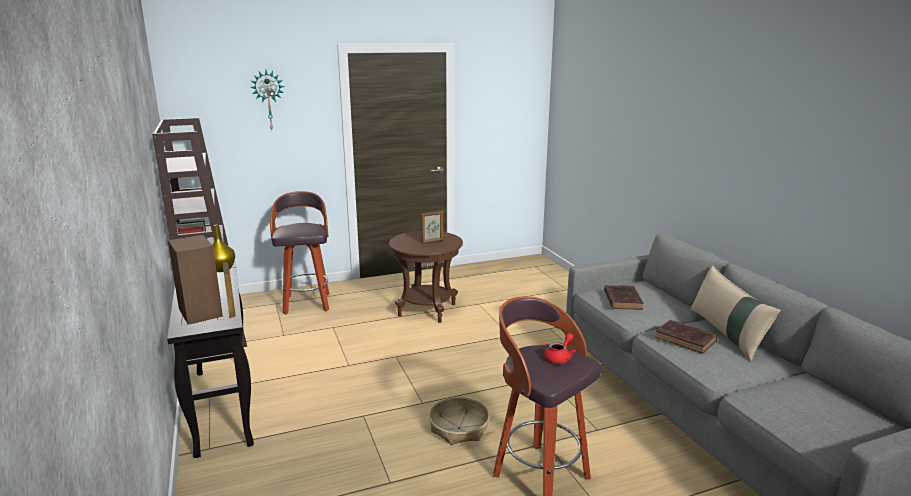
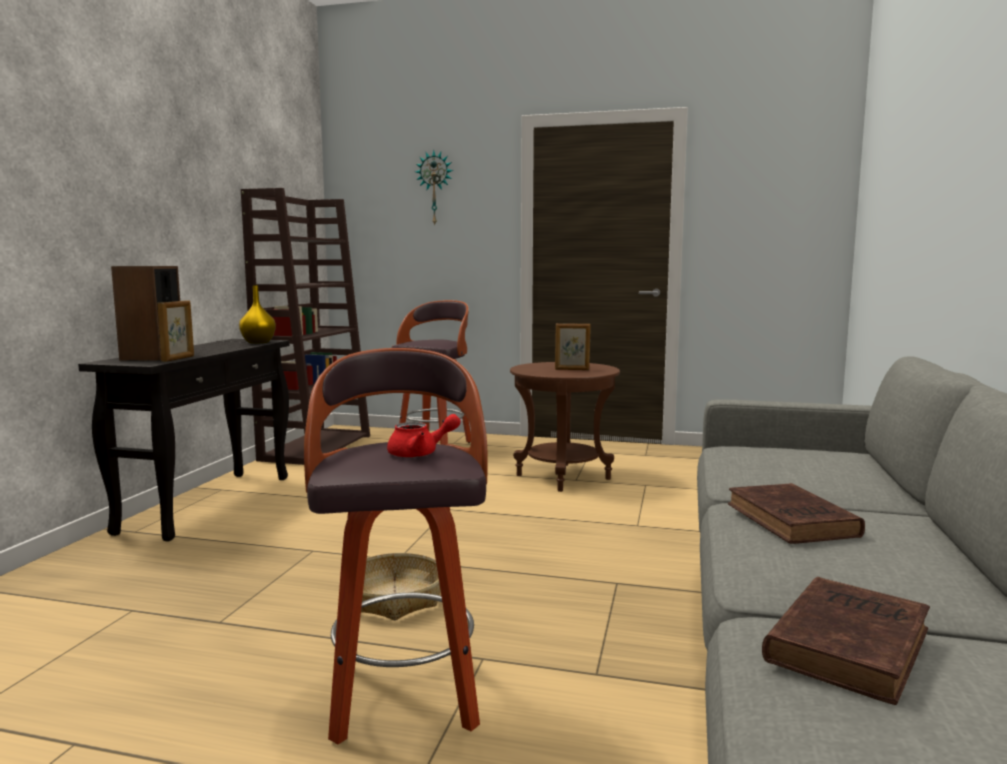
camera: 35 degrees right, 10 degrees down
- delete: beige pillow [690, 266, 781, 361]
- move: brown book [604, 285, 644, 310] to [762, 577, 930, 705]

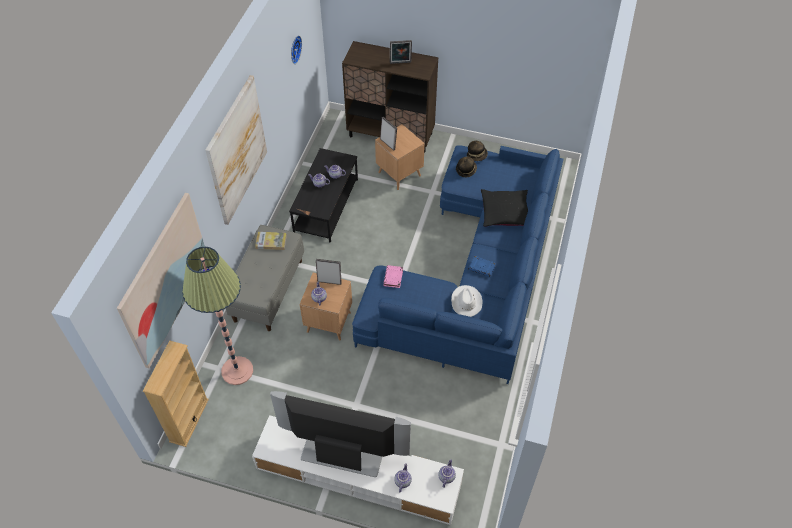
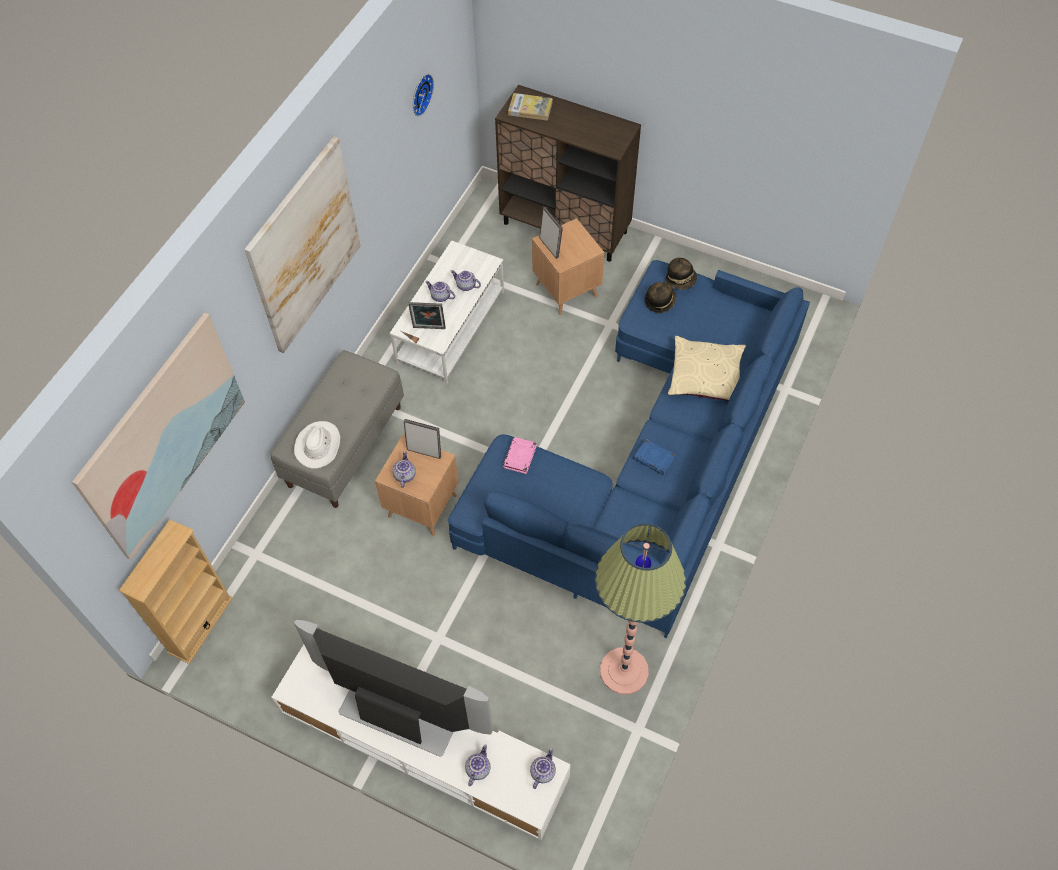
camera: 10 degrees right, 5 degrees up
- move: floor lamp [182, 247, 253, 385] to [595, 523, 686, 694]
- move: book [255, 232, 287, 250] to [508, 93, 553, 121]
- move: picture frame [390, 40, 412, 64] to [408, 302, 446, 329]
- move: white hat [451, 285, 482, 317] to [294, 421, 340, 469]
- recolor: black coffee table [289, 148, 358, 243] to white coffee table [389, 240, 504, 384]
- recolor: black pillow [481, 189, 528, 227] to beige pillow [668, 336, 746, 401]

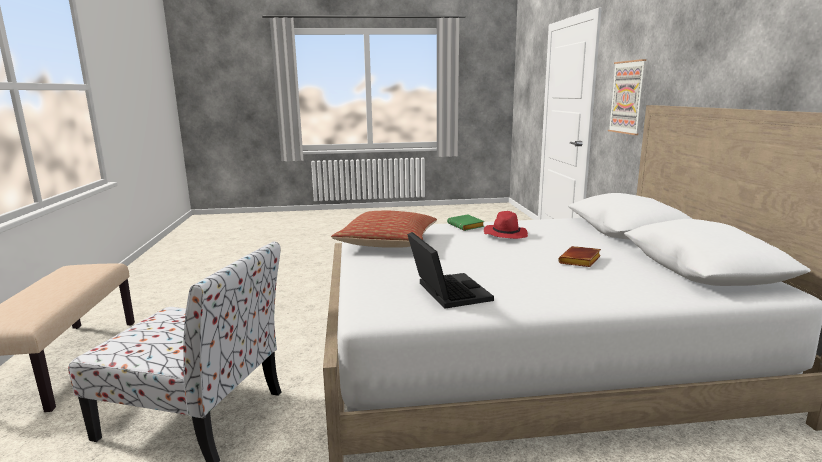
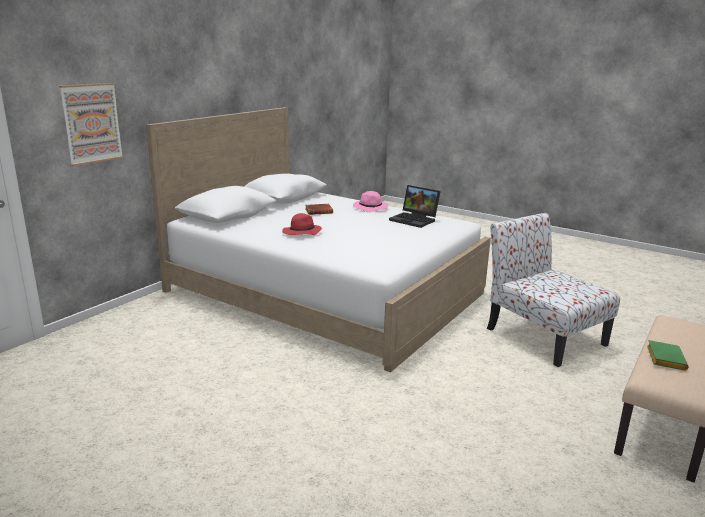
camera: 140 degrees left, 5 degrees up
- delete: pillow [331, 211, 437, 248]
- insert: pink hat [353, 191, 388, 212]
- move: green book [447, 214, 484, 231] to [647, 340, 689, 371]
- rotate: laptop [407, 232, 494, 309] = [389, 185, 441, 228] 75 degrees counterclockwise

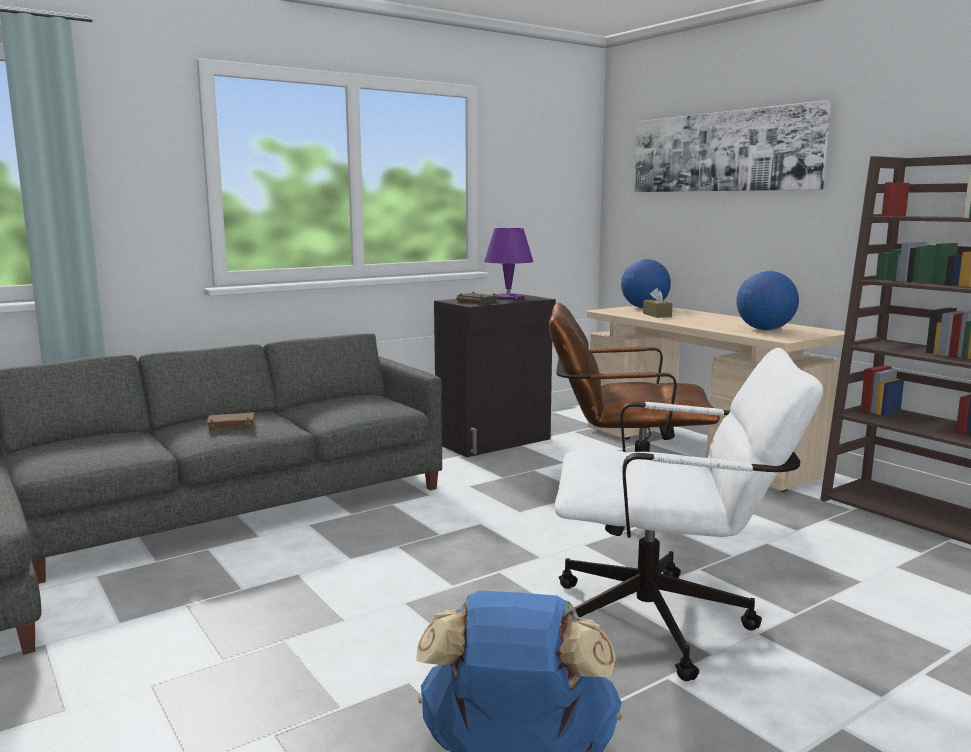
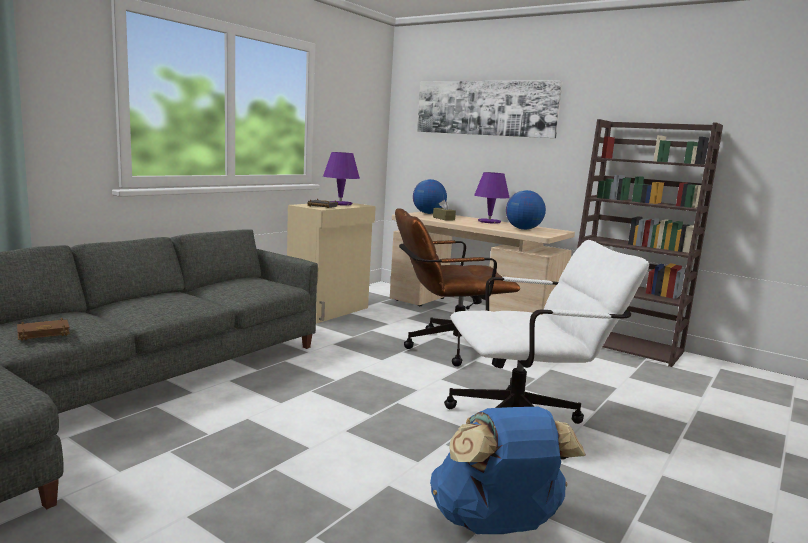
camera: 20 degrees left, 0 degrees up
- insert: purple table lamp [474, 172, 510, 224]
- move: brown book [207, 411, 254, 431] to [17, 318, 70, 341]
- recolor: black cabinet [434, 294, 556, 457] to beige cabinet [287, 203, 376, 323]

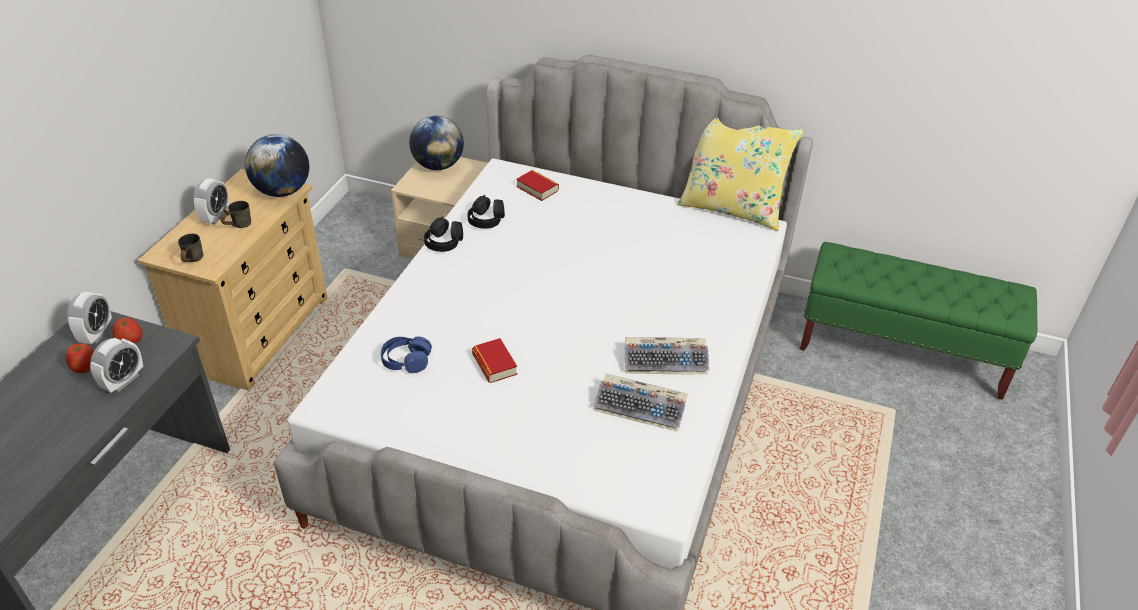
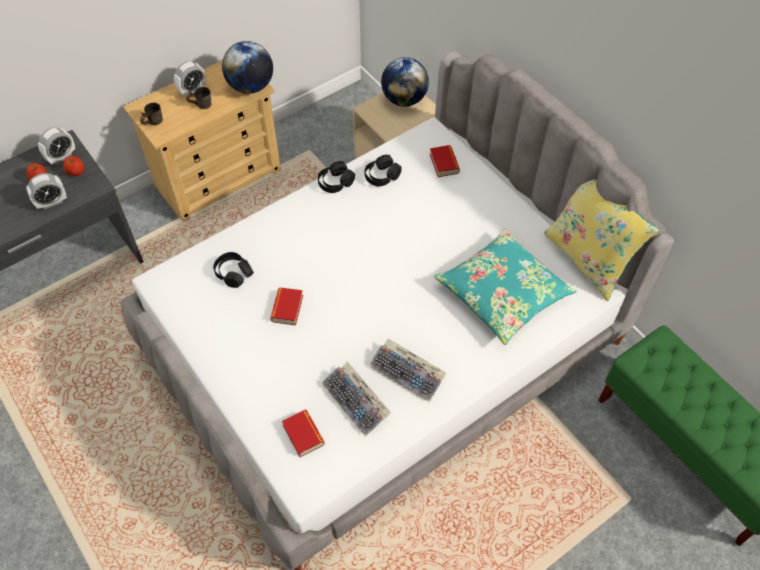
camera: 35 degrees right, 15 degrees up
- insert: book [282, 410, 325, 457]
- insert: turquoise pillow [434, 228, 577, 345]
- recolor: blue headphones [381, 336, 432, 373] to black headphones [213, 252, 254, 288]

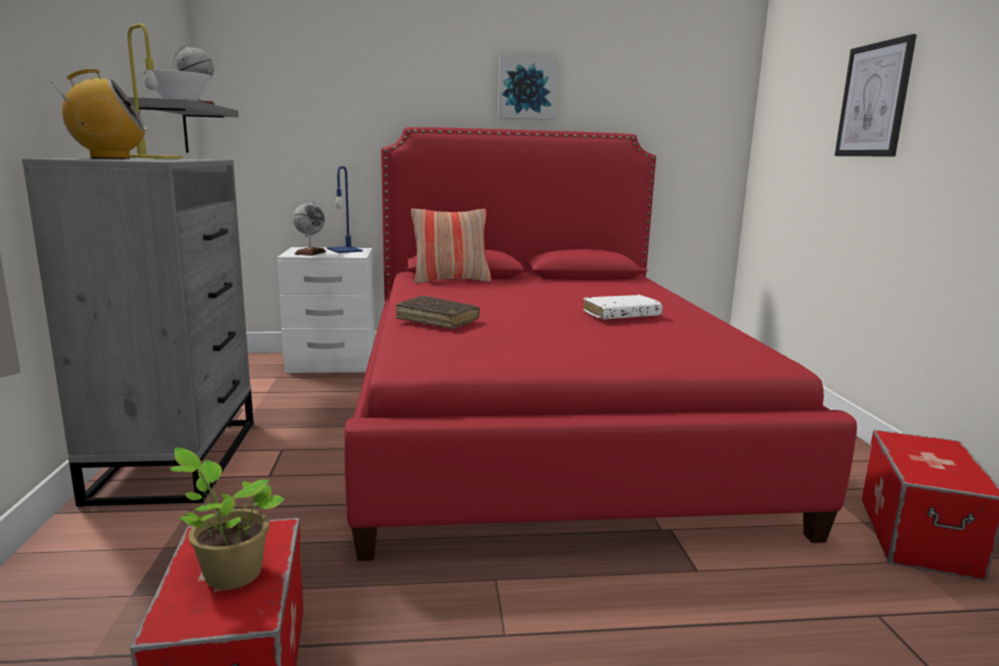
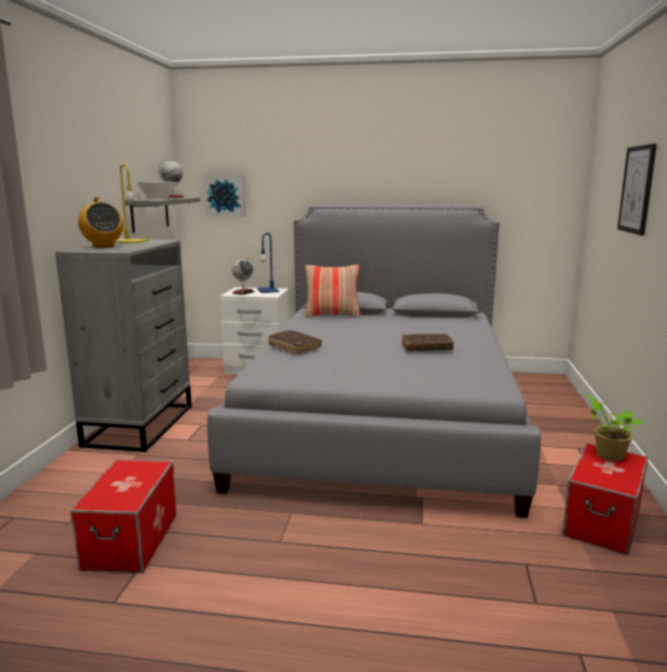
camera: 15 degrees right, 0 degrees up
- move: potted plant [170, 448, 285, 590] to [585, 394, 643, 461]
- move: picture [498, 57, 557, 120] to [204, 175, 246, 216]
- recolor: red bed [344, 127, 857, 561] to grey bed [207, 204, 541, 518]
- recolor: white book [583, 295, 663, 320] to brown book [402, 334, 454, 351]
- rotate: radio [51, 69, 147, 159] = [78, 197, 124, 248] 60 degrees clockwise

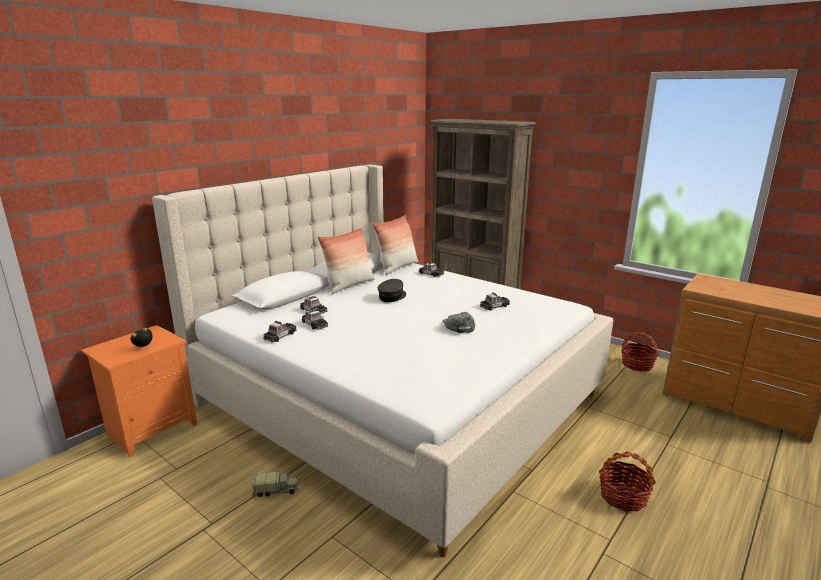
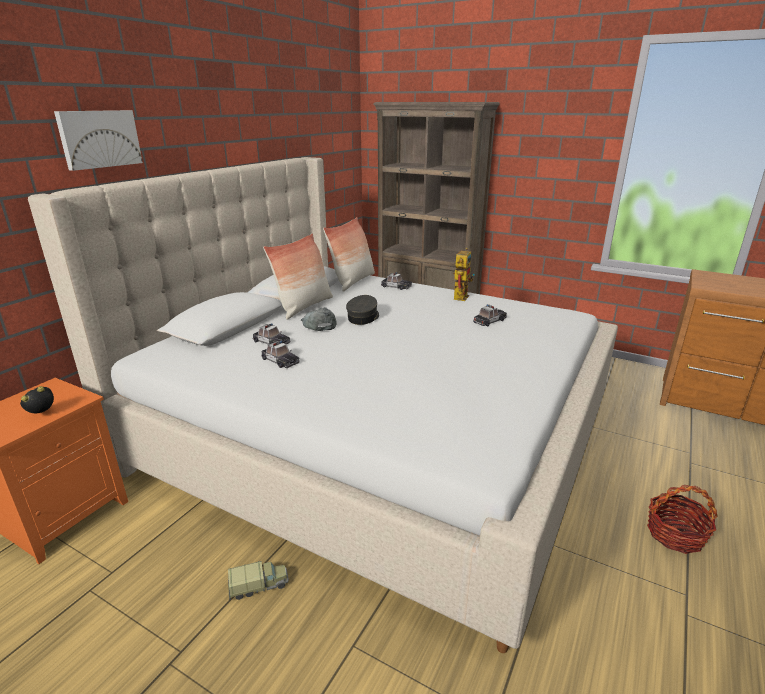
camera: 10 degrees left, 5 degrees up
- delete: toy car [263, 321, 297, 342]
- delete: basket [621, 332, 659, 372]
- insert: picture [54, 110, 143, 171]
- insert: toy robot [453, 248, 475, 301]
- move: grey cap [442, 312, 475, 333] to [301, 307, 337, 331]

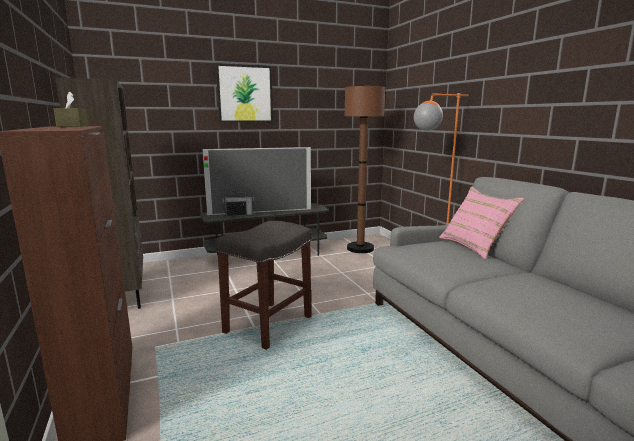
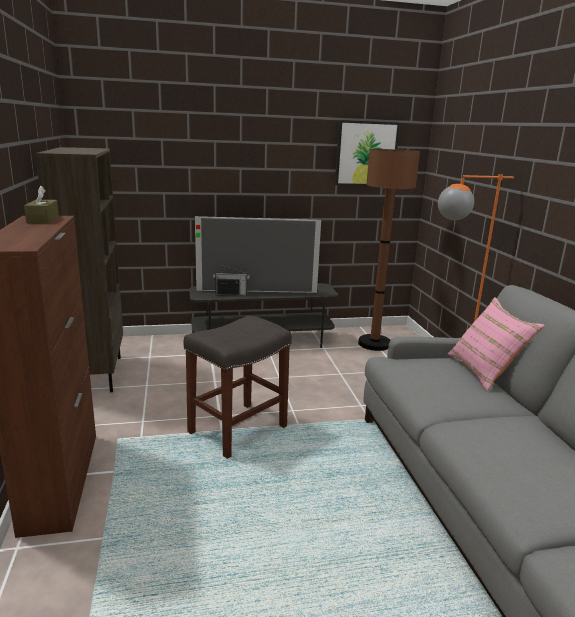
camera: 10 degrees right, 5 degrees up
- move: picture [216, 64, 273, 122] to [335, 120, 400, 186]

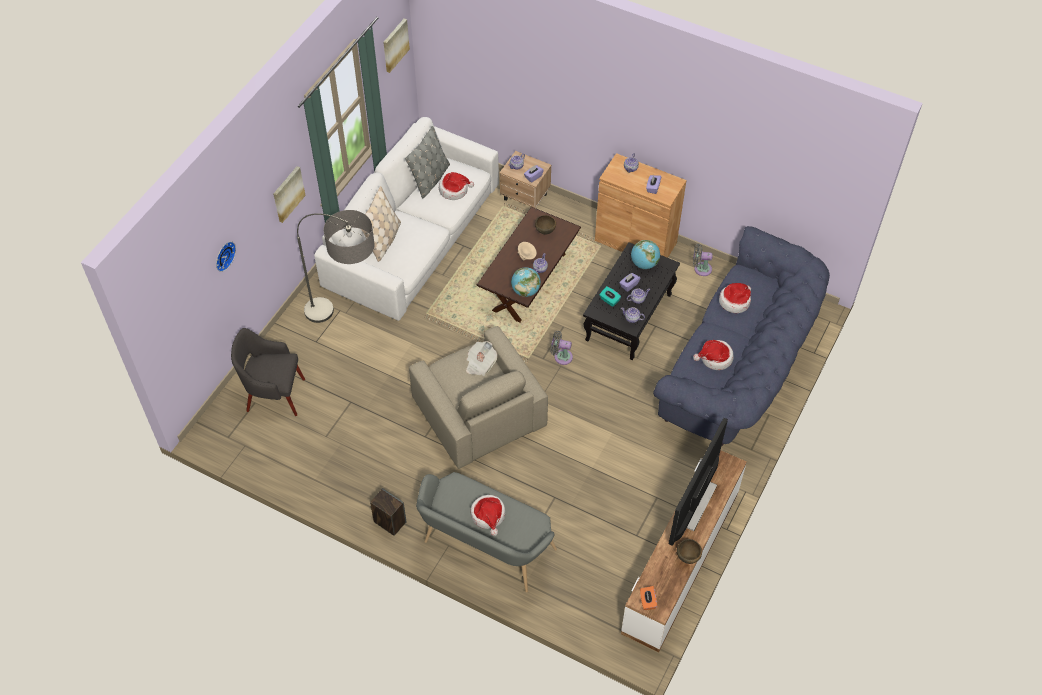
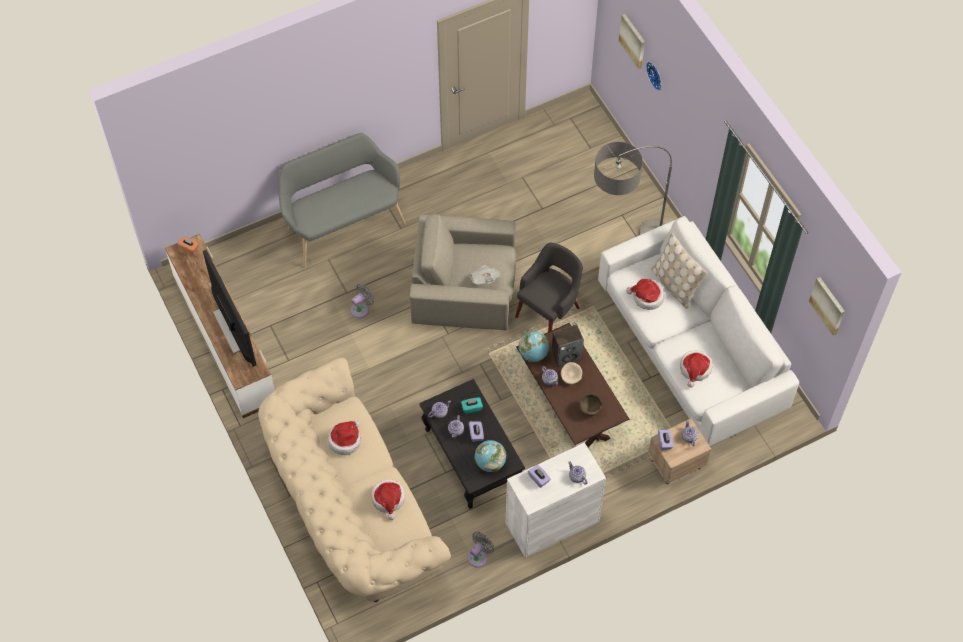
camera: 125 degrees right, 5 degrees up
- delete: grey pillow [405, 126, 450, 198]
- delete: brown bowl [677, 539, 702, 564]
- move: grey armchair [231, 328, 305, 416] to [515, 243, 583, 332]
- move: picture [273, 166, 306, 223] to [619, 14, 645, 69]
- move: speaker [370, 488, 406, 536] to [551, 325, 584, 367]
- move: hat [470, 495, 505, 536] to [626, 279, 665, 310]
- move: grey fan [551, 331, 573, 365] to [351, 283, 374, 318]
- recolor: brown cabinet [595, 153, 687, 258] to white cabinet [506, 442, 606, 558]
- recolor: blue sofa [653, 226, 830, 446] to beige sofa [258, 358, 451, 602]

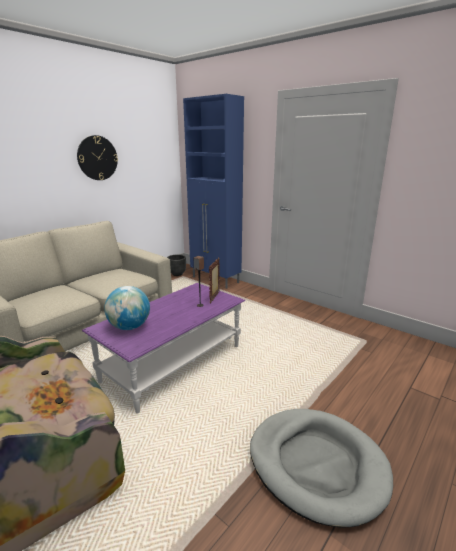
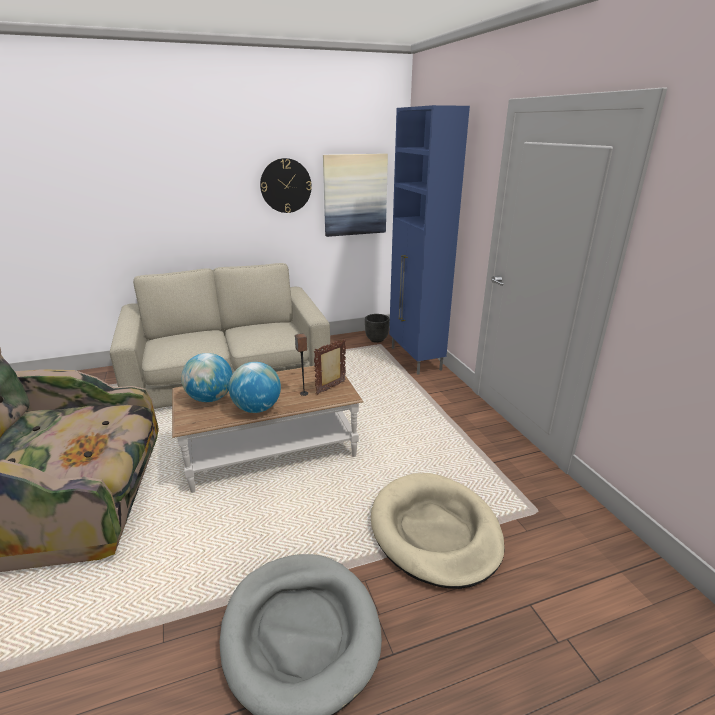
camera: 30 degrees right, 5 degrees up
- insert: globe [229, 362, 281, 413]
- insert: picture [323, 153, 388, 237]
- insert: beige dog bed [371, 473, 505, 589]
- recolor: purple coffee table [82, 283, 245, 414] to brown coffee table [172, 366, 363, 493]

